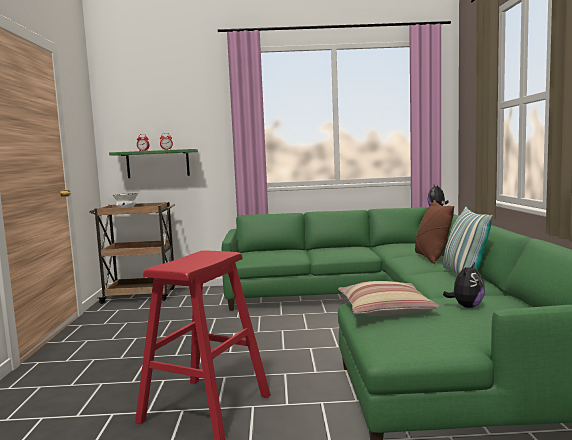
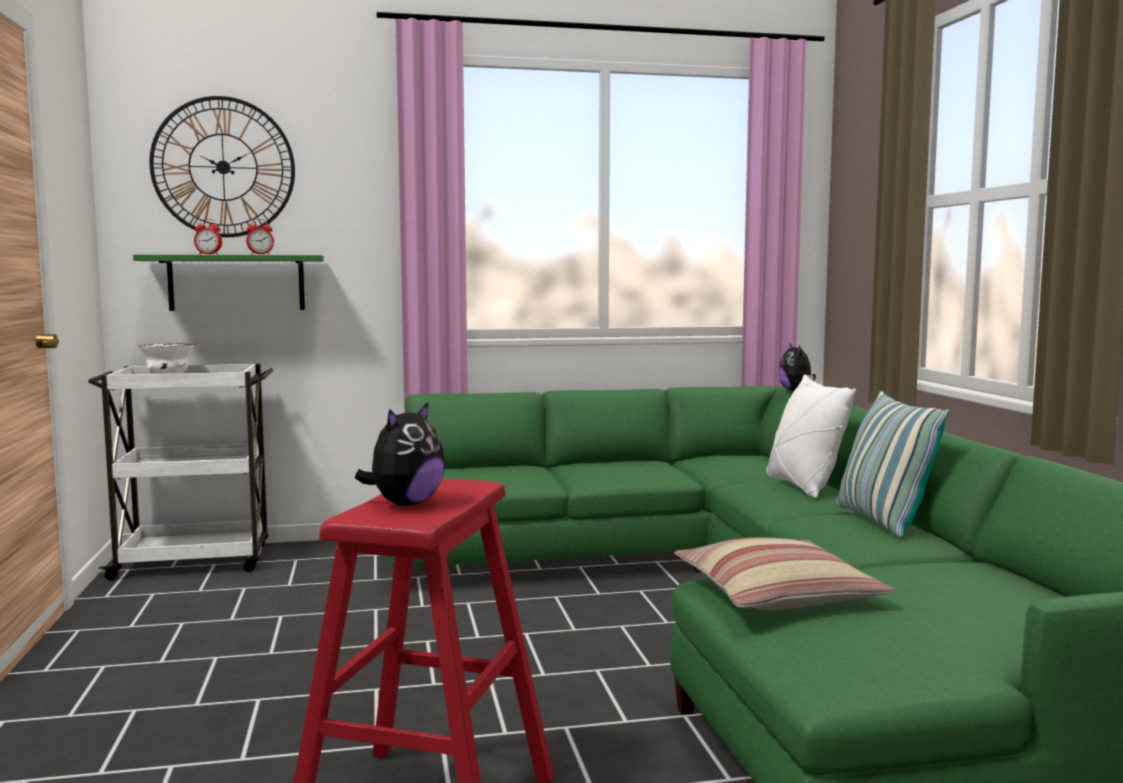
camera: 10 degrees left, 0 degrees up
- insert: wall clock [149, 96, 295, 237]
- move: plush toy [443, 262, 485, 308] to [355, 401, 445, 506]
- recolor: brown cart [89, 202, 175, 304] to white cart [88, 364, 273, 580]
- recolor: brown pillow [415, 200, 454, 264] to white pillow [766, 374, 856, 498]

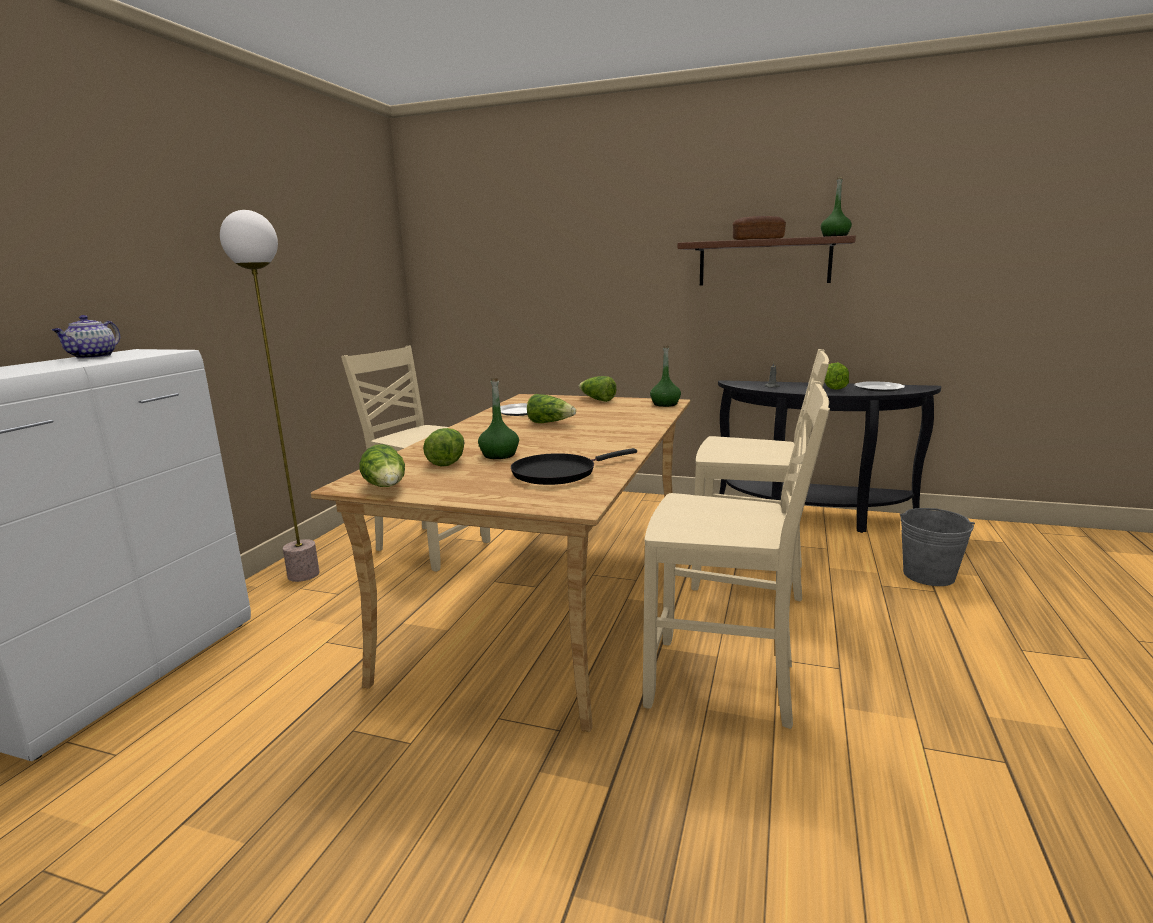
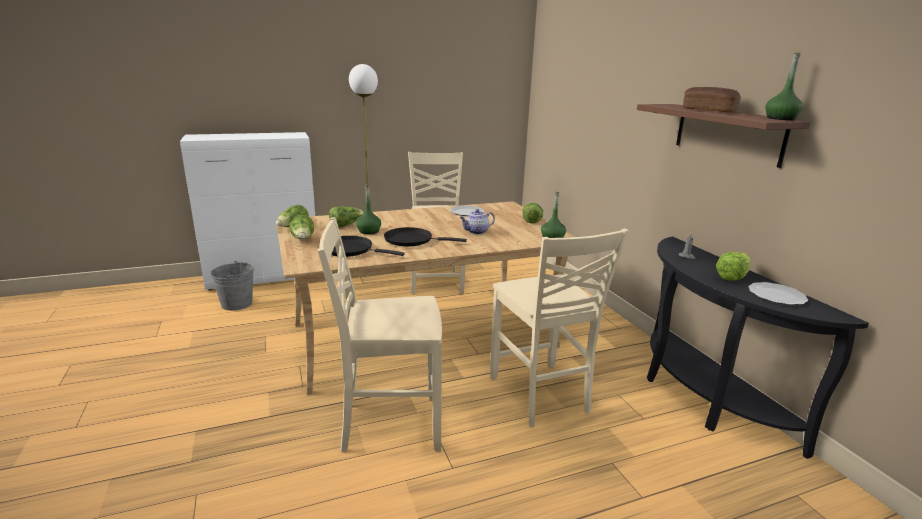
camera: 50 degrees right, 5 degrees up
- insert: black frying pan [384, 227, 467, 247]
- move: teapot [52, 315, 120, 359] to [460, 209, 495, 234]
- move: lettuce [527, 394, 576, 423] to [290, 215, 314, 239]
- move: grey bucket [900, 508, 975, 586] to [210, 261, 254, 311]
- rotate: beige chair [643, 381, 830, 729] = [318, 217, 442, 452] 105 degrees clockwise

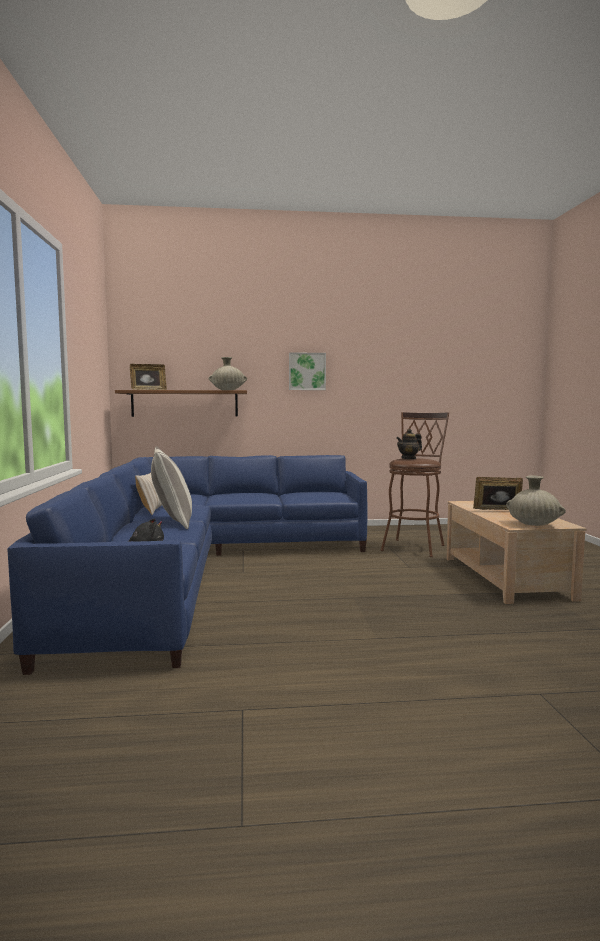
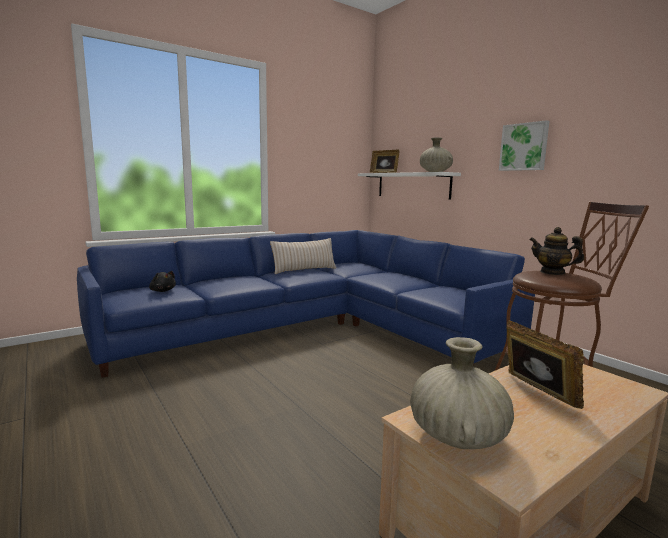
camera: 60 degrees right, 5 degrees up
- delete: pillow [151, 446, 192, 529]
- recolor: brown shelf [115, 390, 247, 417] to white shelf [358, 172, 461, 199]

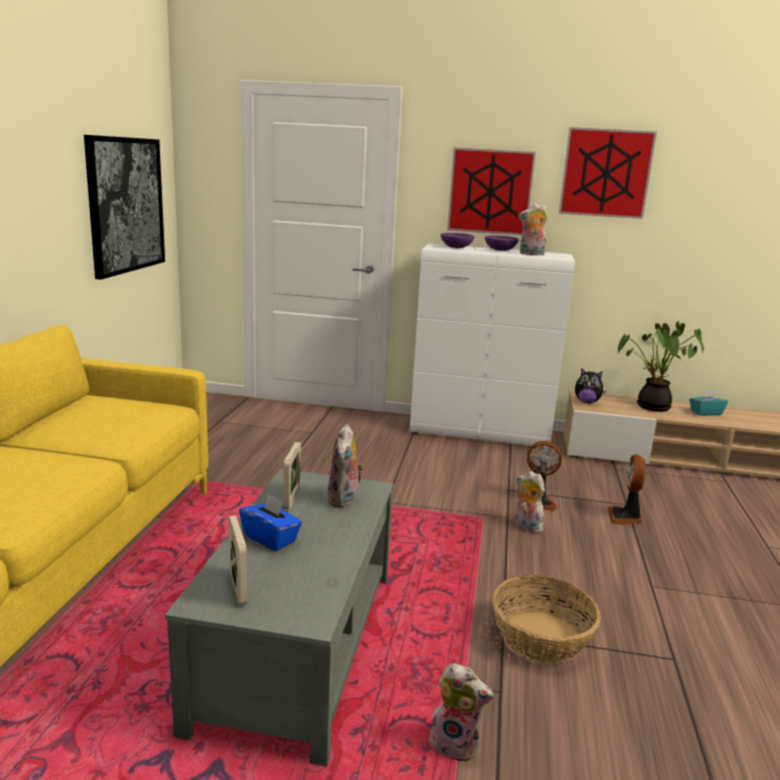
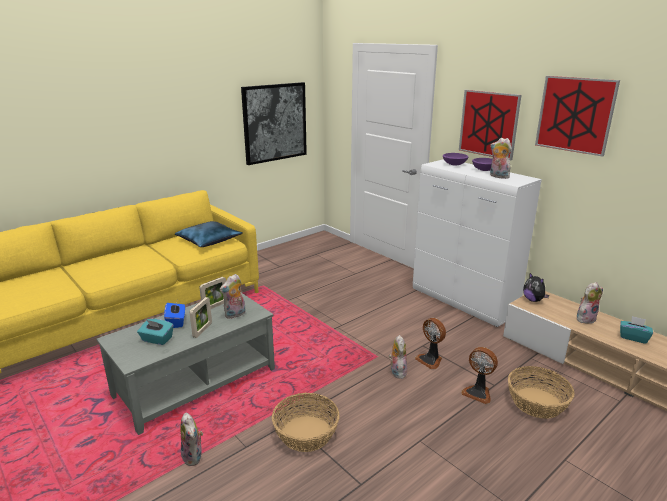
camera: 40 degrees right, 5 degrees up
- insert: turquoise tissue box [137, 319, 173, 345]
- insert: blue pillow [175, 221, 243, 247]
- insert: basket [508, 366, 575, 419]
- move: picture frame [228, 515, 247, 605] to [190, 297, 212, 338]
- replace: potted plant [618, 321, 704, 412] to plush toy [577, 282, 603, 324]
- rotate: fan [608, 454, 646, 525] = [461, 347, 498, 404] 105 degrees counterclockwise

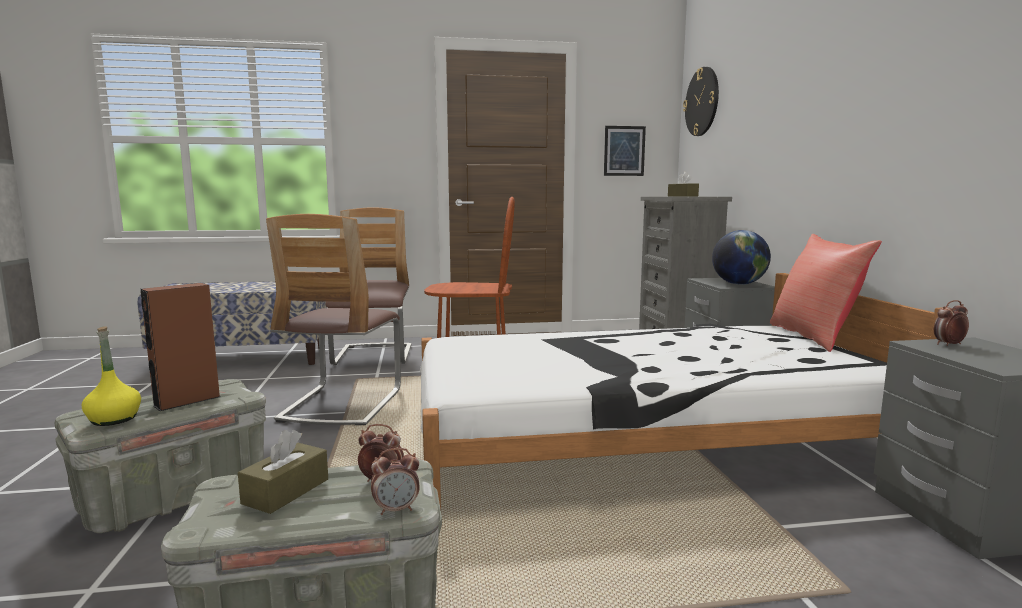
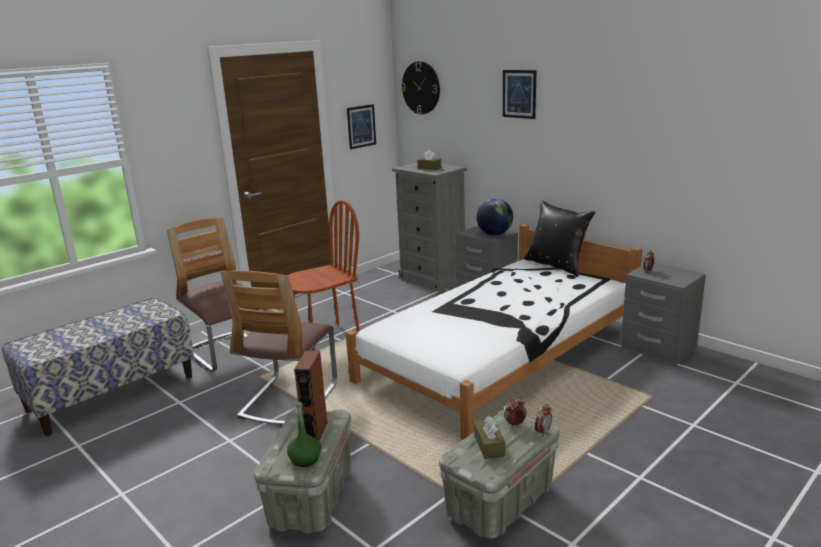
camera: 35 degrees left, 10 degrees up
- insert: picture [503, 70, 536, 119]
- recolor: yellow bottle [82, 326, 141, 426] to green bottle [287, 402, 321, 467]
- recolor: red pillow [770, 234, 882, 352] to black pillow [524, 200, 596, 277]
- rotate: chair [266, 214, 401, 425] = [220, 270, 337, 425] 45 degrees clockwise

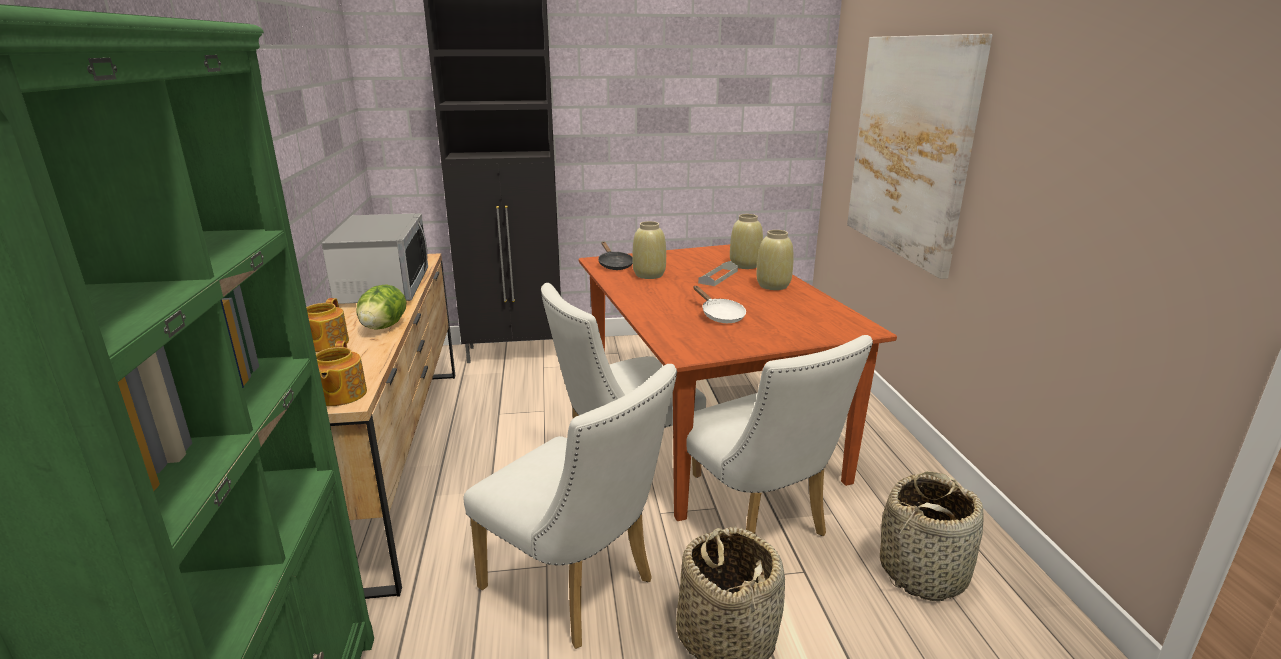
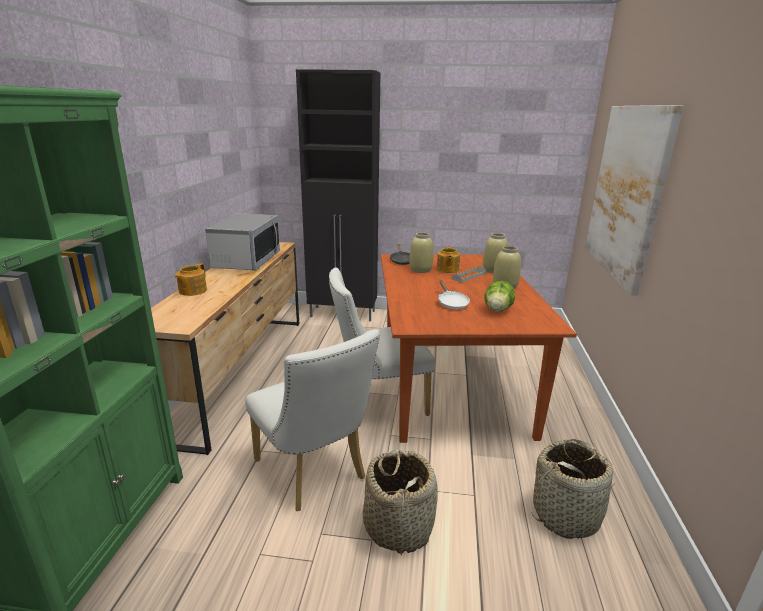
camera: 15 degrees right, 0 degrees up
- delete: white chair [686, 335, 873, 536]
- move: teapot [316, 341, 367, 406] to [437, 246, 460, 273]
- move: lettuce [357, 284, 406, 330] to [484, 281, 515, 312]

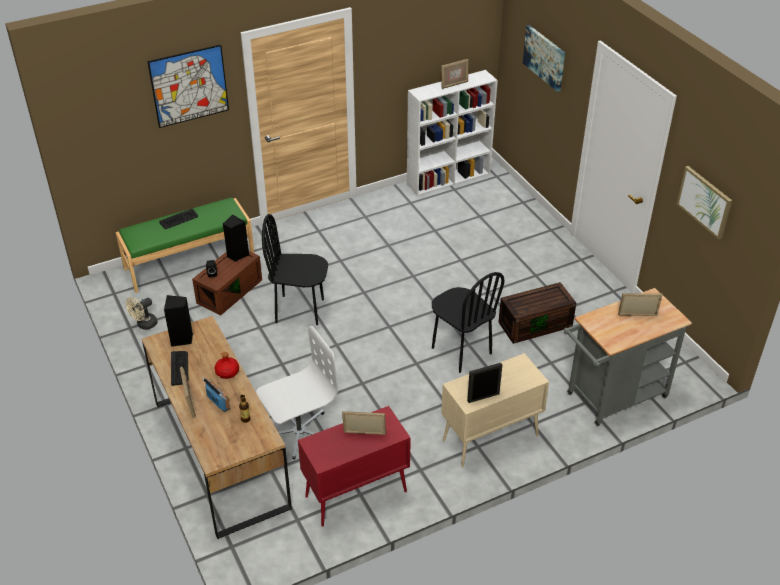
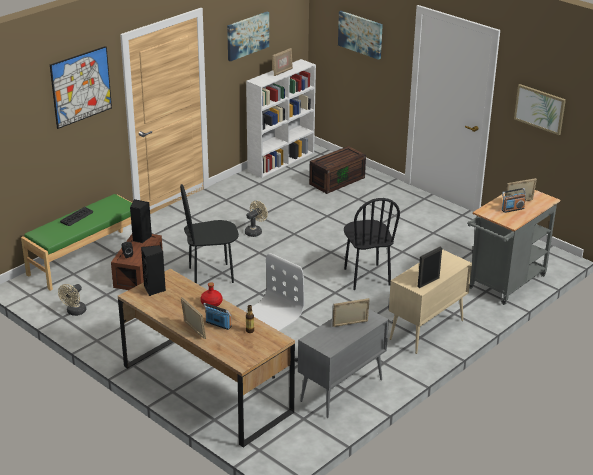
camera: 20 degrees left, 10 degrees down
- delete: keyboard [171, 351, 188, 386]
- insert: picture [227, 12, 269, 62]
- insert: beige fan [245, 201, 268, 237]
- insert: radio [502, 188, 526, 213]
- move: brown storage box [499, 282, 576, 344] to [309, 146, 366, 194]
- recolor: red cabinet [298, 406, 411, 527] to grey cabinet [298, 309, 389, 418]
- rotate: black chair [432, 272, 505, 373] = [344, 198, 400, 290] 45 degrees clockwise

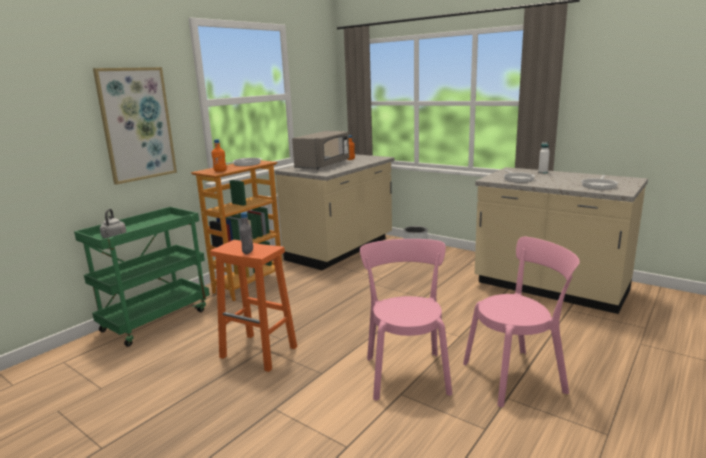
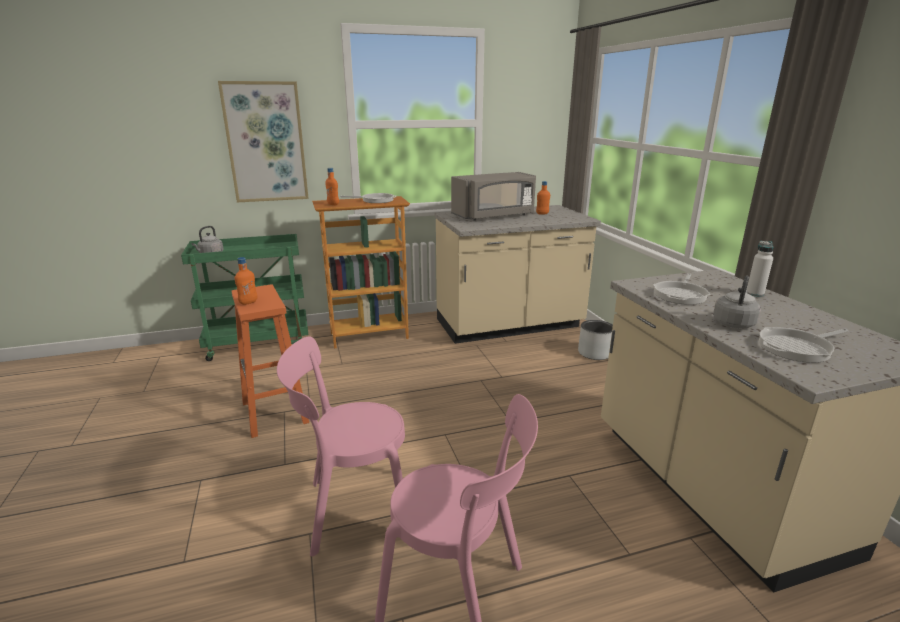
camera: 35 degrees right, 5 degrees up
- insert: grey kettle [713, 276, 761, 328]
- recolor: grey bottle [240, 212, 253, 254] to orange bottle [235, 257, 258, 305]
- rotate: pink chair [360, 239, 452, 400] = [277, 336, 405, 556] 135 degrees counterclockwise

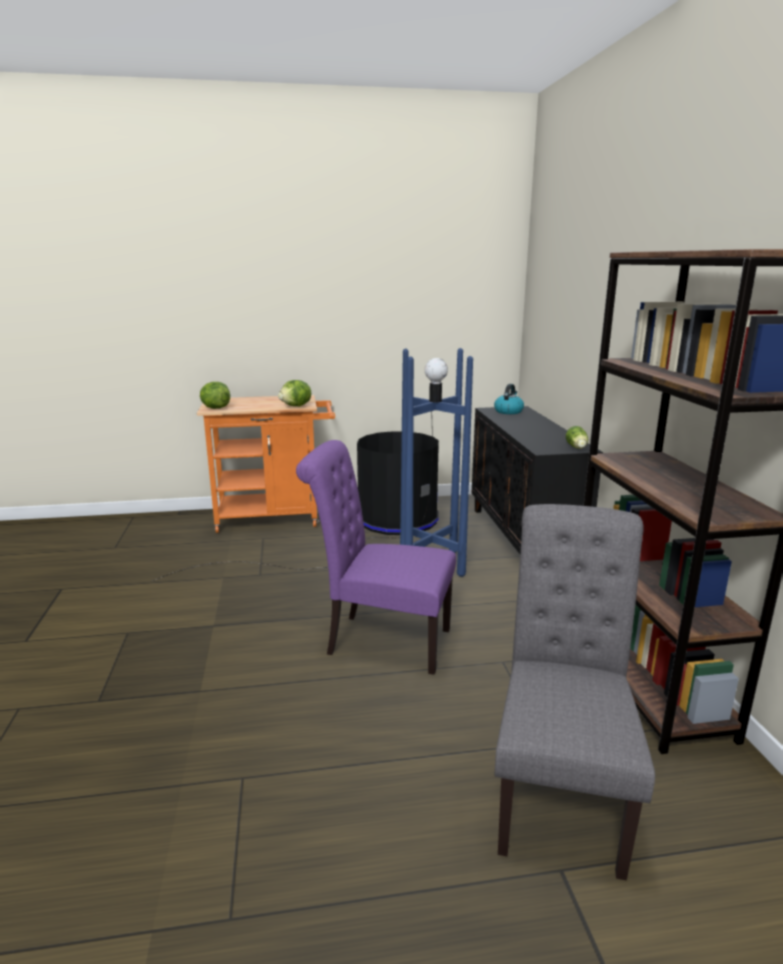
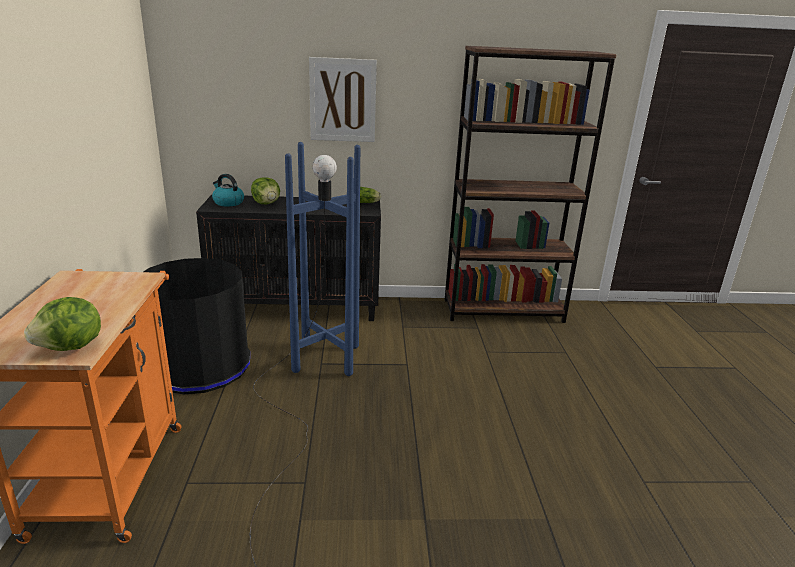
camera: 85 degrees left, 5 degrees up
- delete: purple chair [296, 440, 456, 675]
- delete: grey chair [494, 504, 655, 881]
- insert: picture [309, 57, 377, 142]
- move: lettuce [278, 380, 311, 406] to [251, 177, 280, 204]

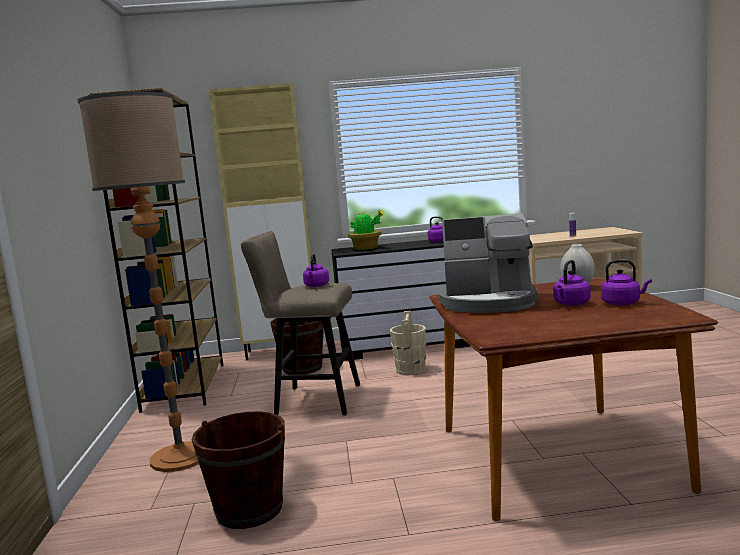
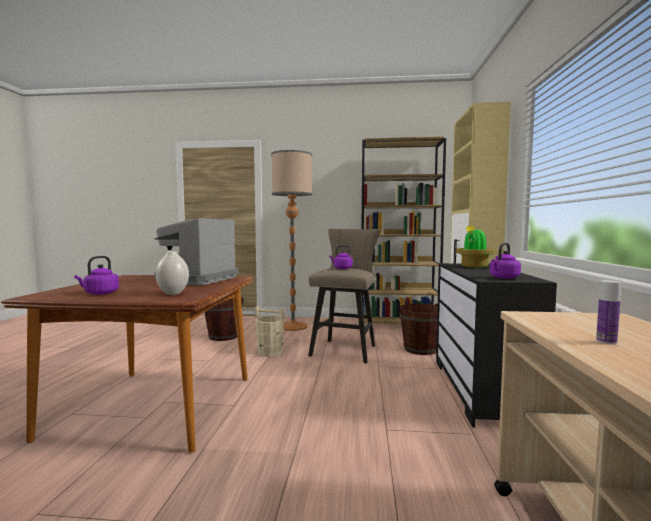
camera: 100 degrees right, 5 degrees down
- delete: purple kettle [553, 260, 591, 306]
- move: beige bucket [390, 311, 426, 375] to [255, 306, 285, 357]

